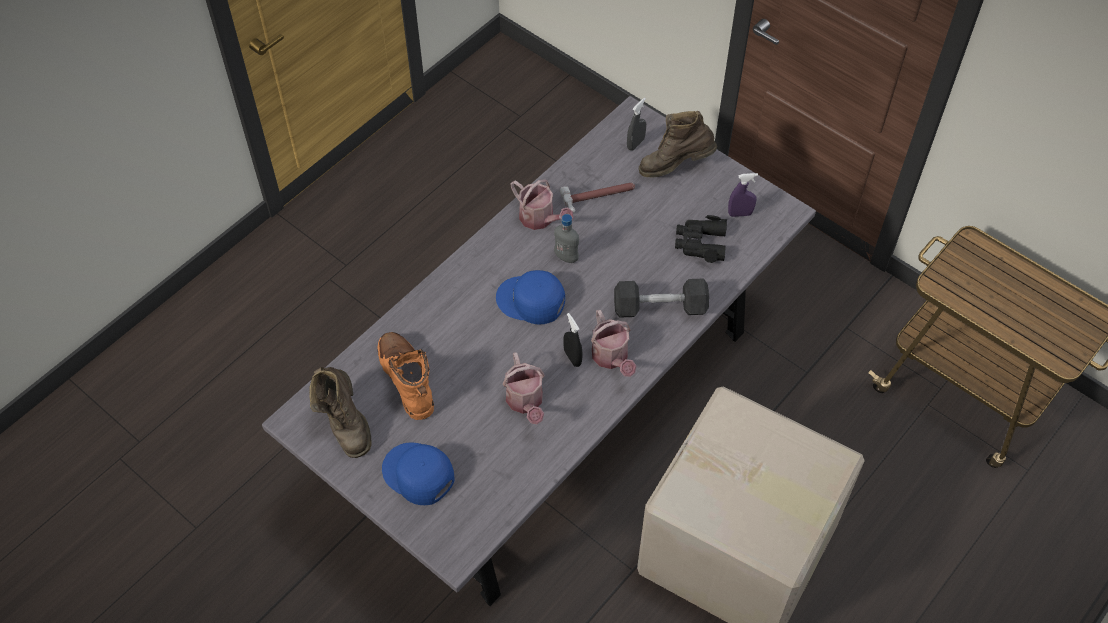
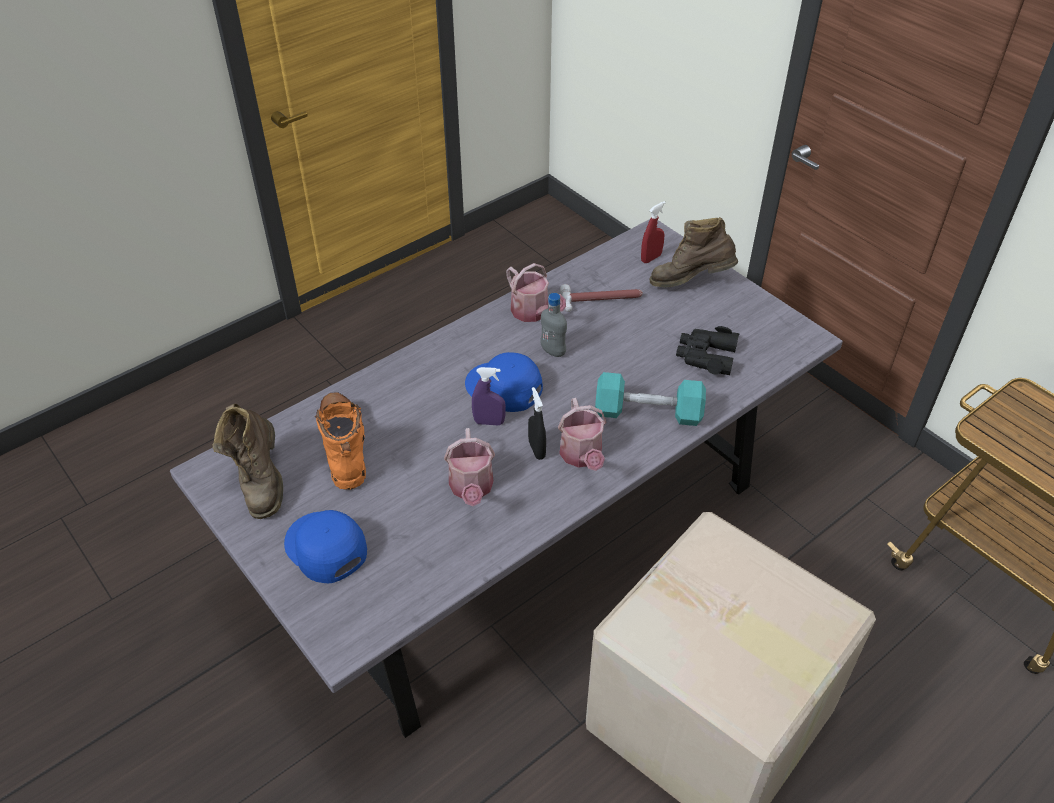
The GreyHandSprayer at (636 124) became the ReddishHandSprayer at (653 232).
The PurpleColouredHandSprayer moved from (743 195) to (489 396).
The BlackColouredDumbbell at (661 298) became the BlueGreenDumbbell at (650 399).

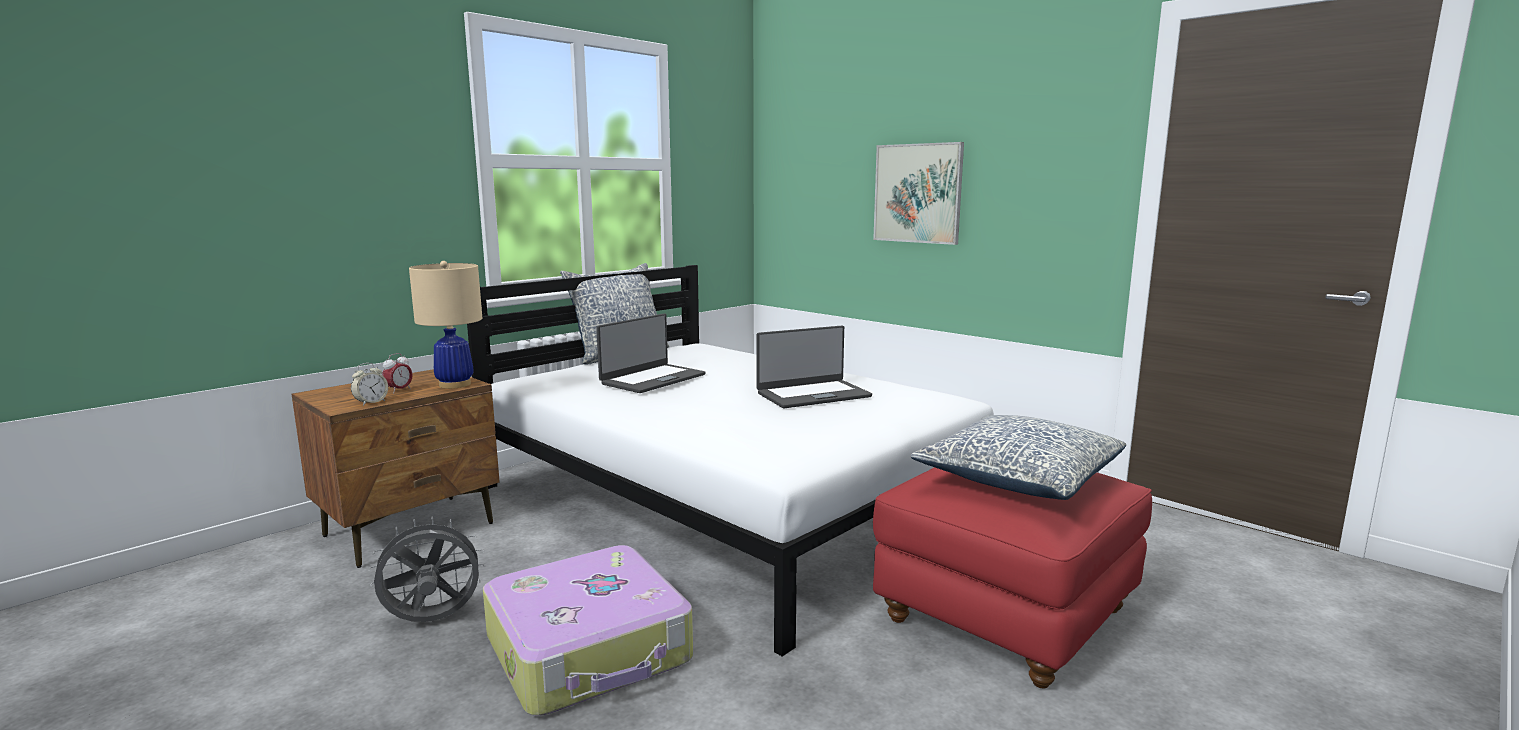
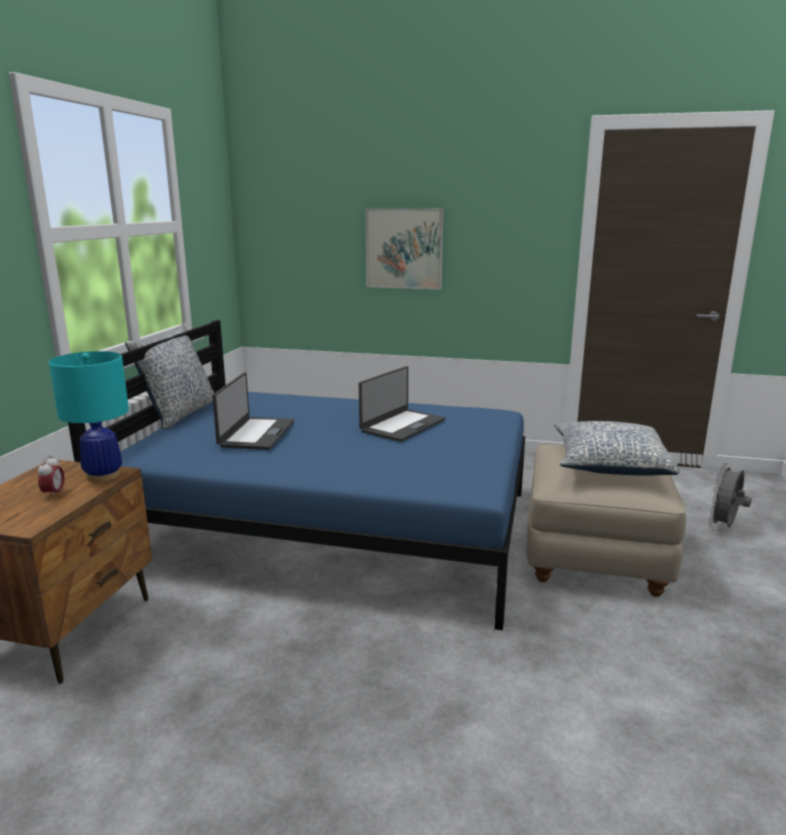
The BeigeTableLamp at (445 325) became the BlueGreenTableLamp at (89 416).
The WhitishSleepingBed at (730 460) became the BluishSleepingBed at (296 475).
The BedsideClock at (369 384) disappeared.
The ReddishFootrest at (1012 578) became the BeigeFootrest at (606 520).
The GreyFan moved from (426 569) to (730 495).
The Suitcase at (588 630) disappeared.

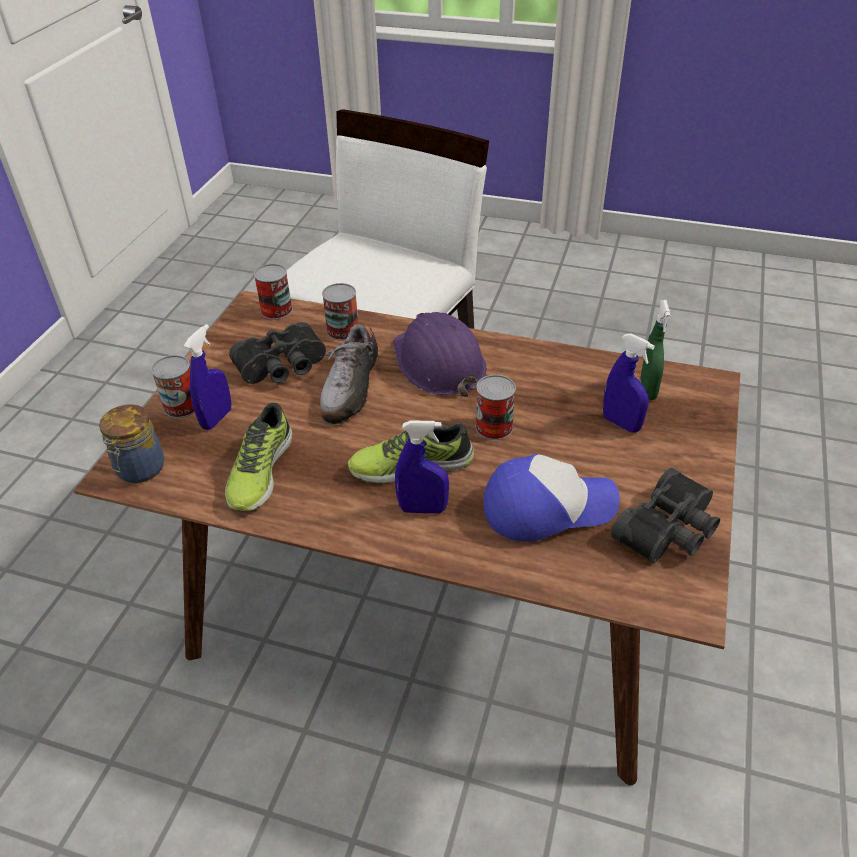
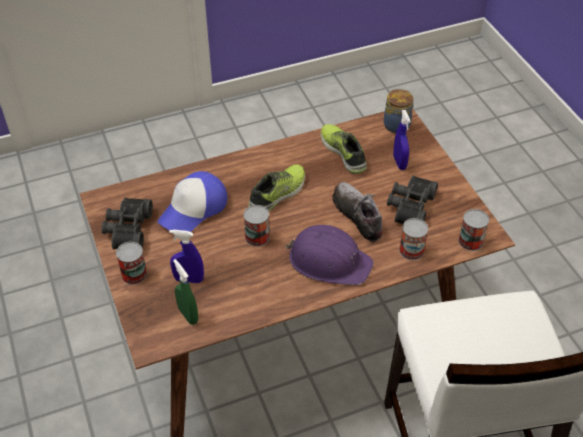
The Can moved from (173 386) to (131 263).
The BluishHandSprayer at (422 467) disappeared.

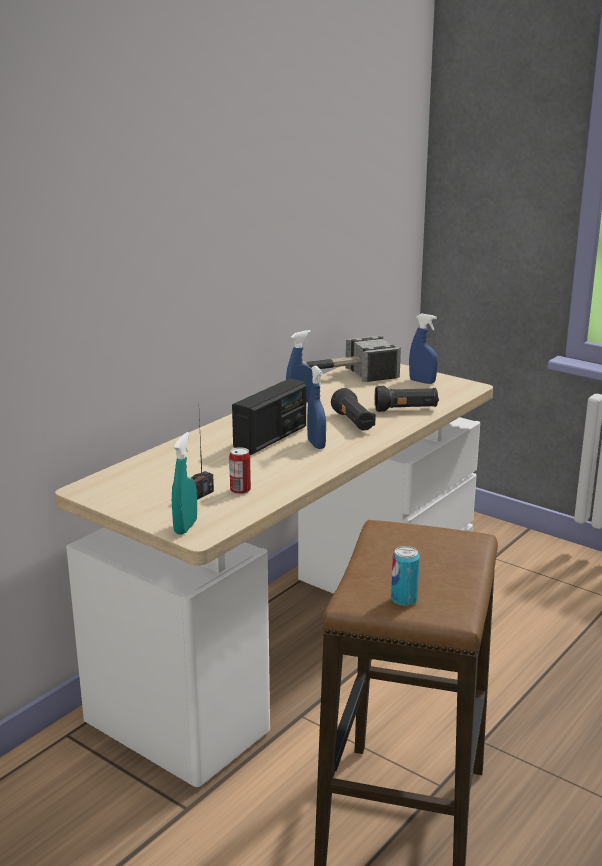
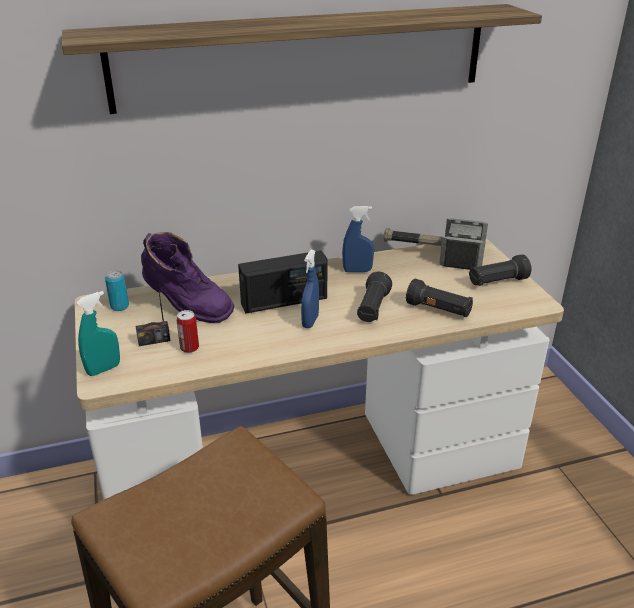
The BluishHandSprayer at (423 348) was replaced by the BlackColouredFlashlight at (500 270).
The Can moved from (405 576) to (117 290).
The BracketShelf at (302 59) appeared.
The PurpleColouredTallBoot at (187 277) appeared.

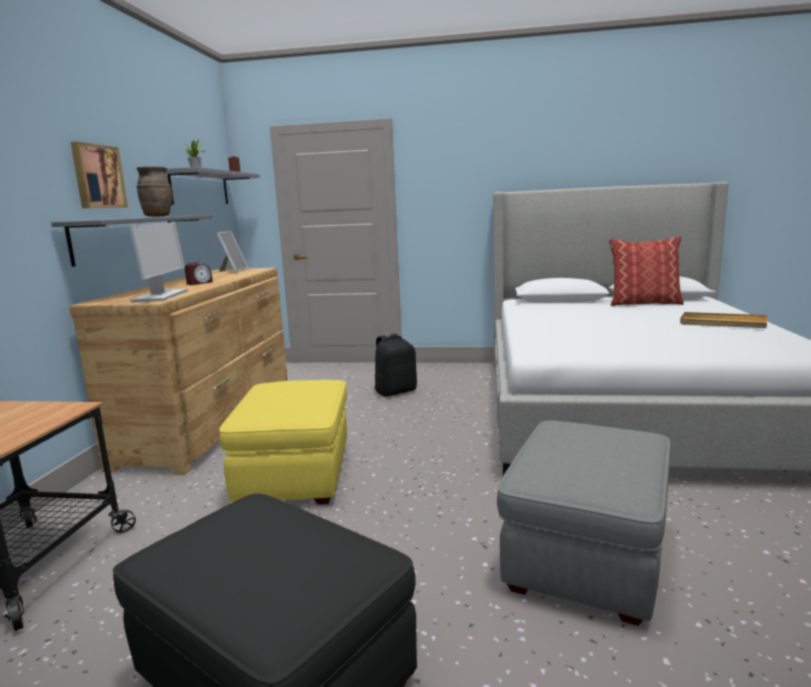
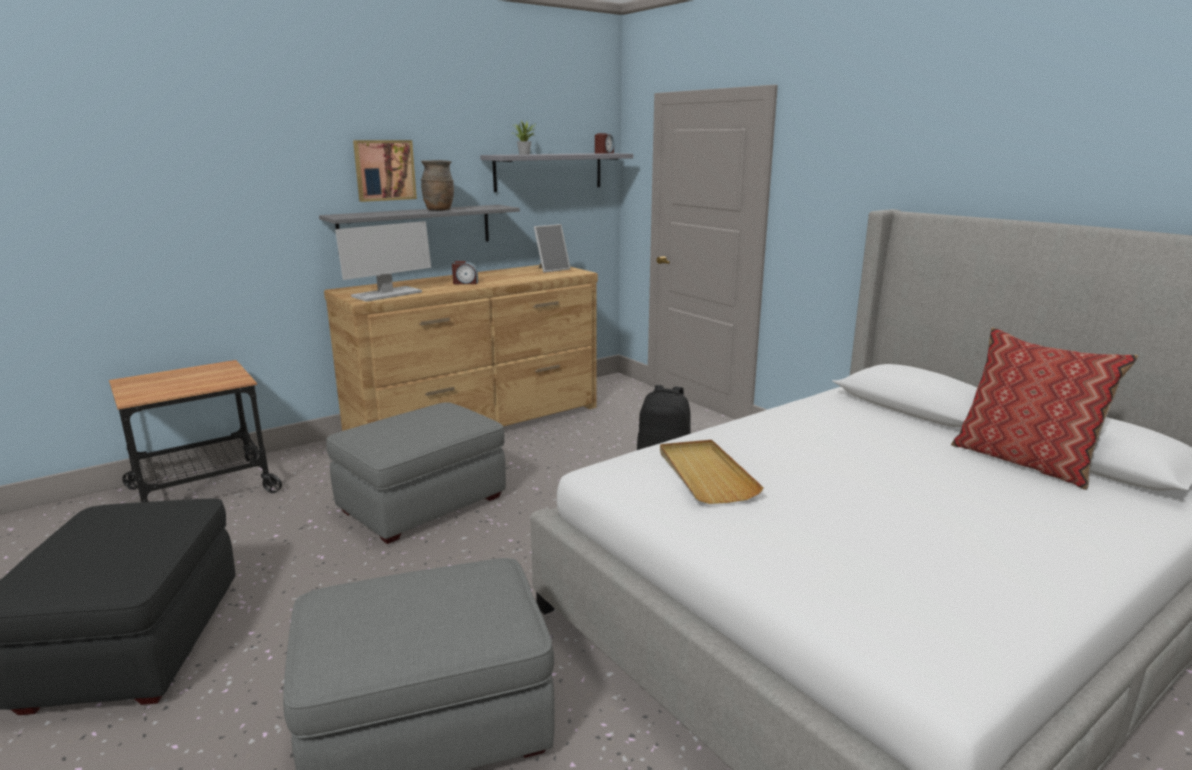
The BeigeTray moved from (723 320) to (712 472).
The YellowishFootrest at (283 442) became the GreyFootrest at (416 473).

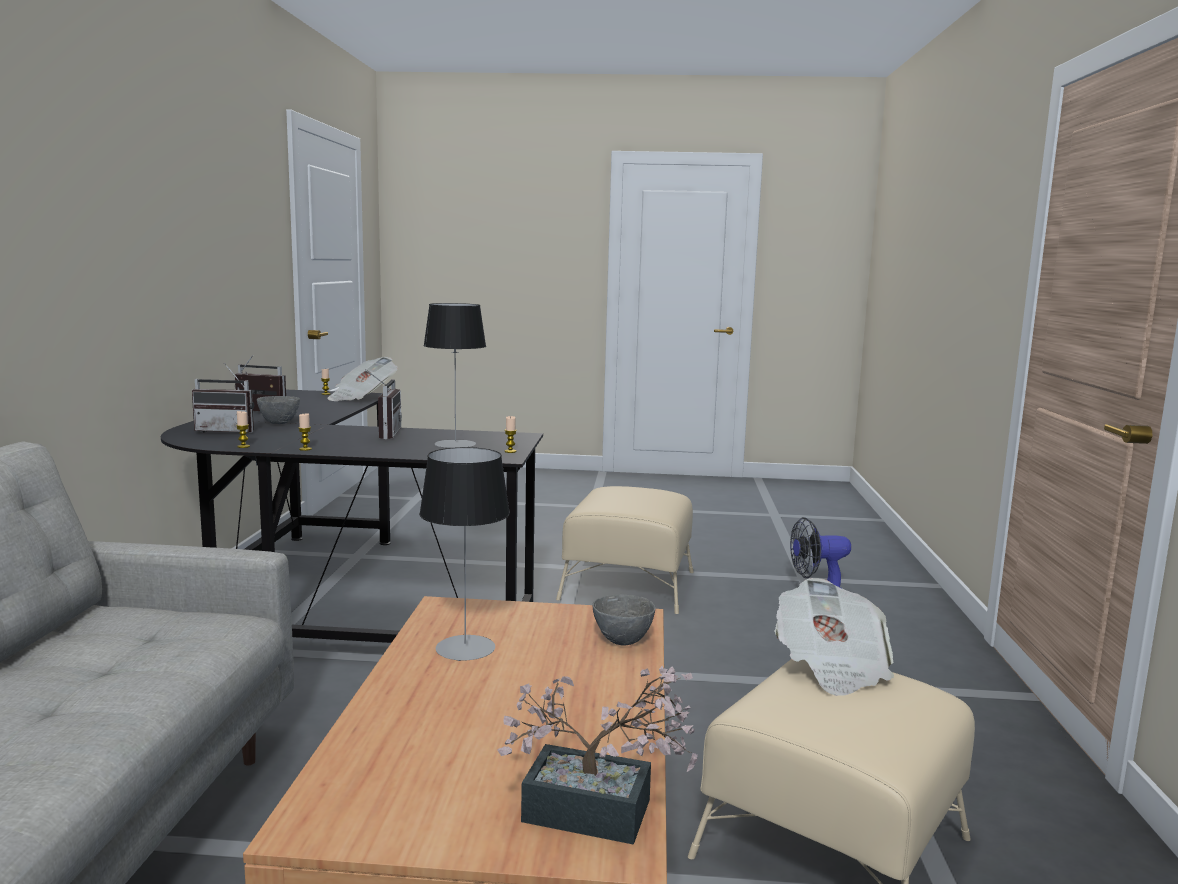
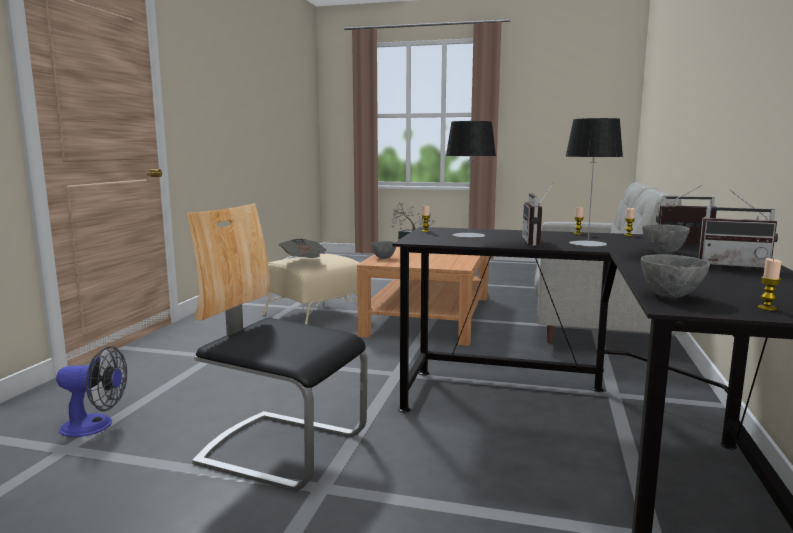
The Newspaper at (362 379) was replaced by the GreyBowl at (675 276).
The TableLamp moved from (464 554) to (594 182).
The BeigeFootrest at (625 550) was replaced by the UprightChair at (277 347).

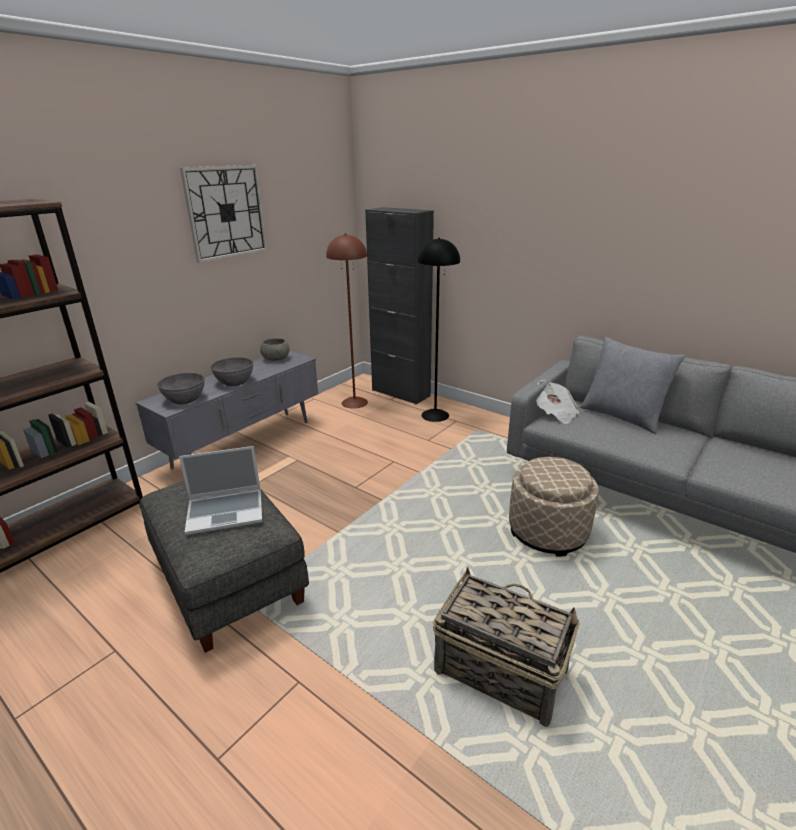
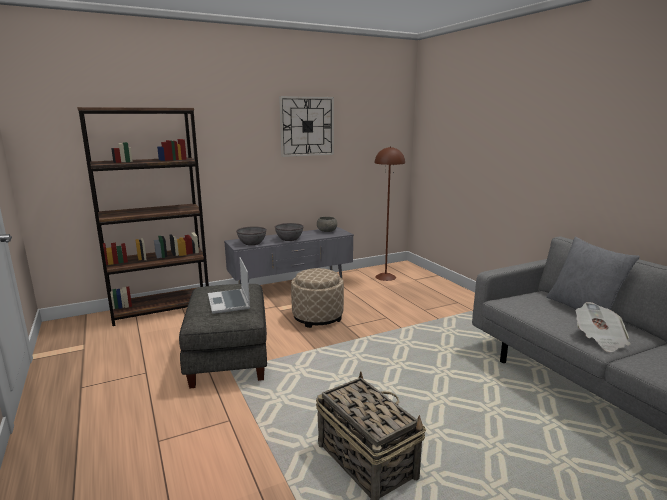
The BlackColouredCabinet at (399 306) disappeared.
The BlackColouredStandardLamp at (438 330) disappeared.
The Newspaper moved from (558 402) to (603 327).
The Laptop at (220 490) turned 60 degrees clockwise.
The BeigeFootrest moved from (554 507) to (317 298).

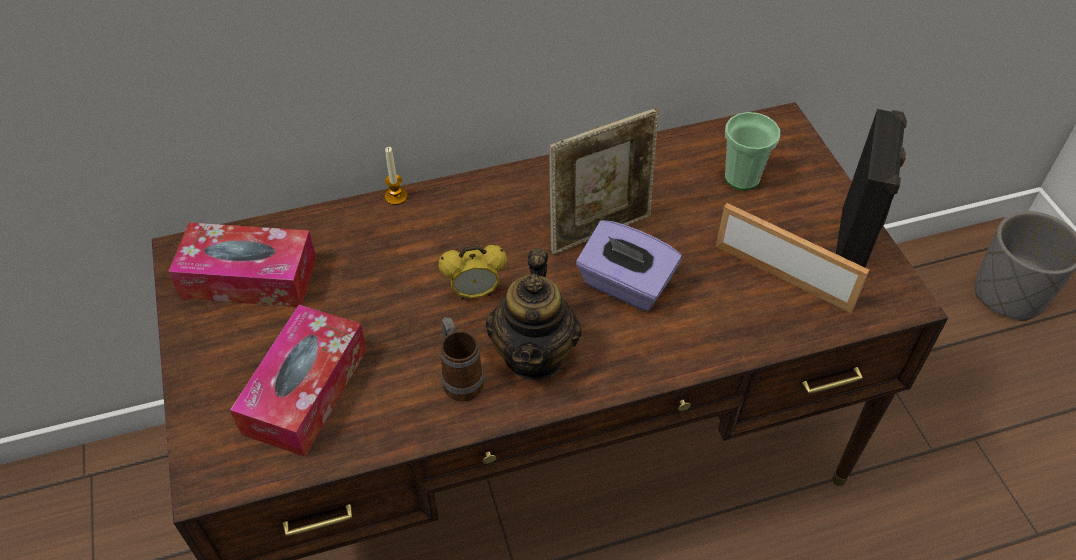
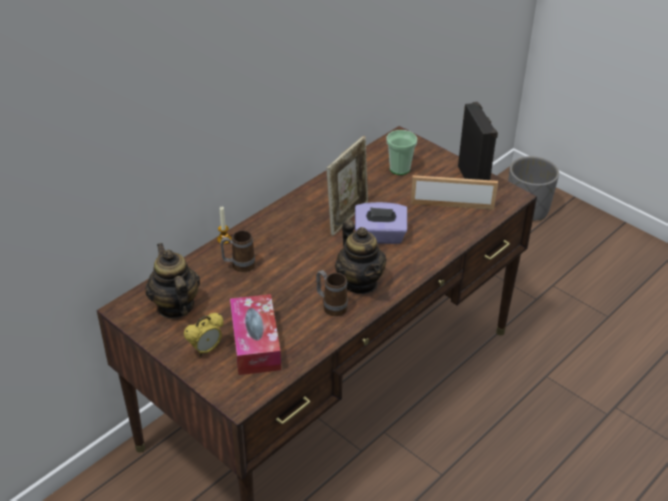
The TissueBox at (242 264) was replaced by the TeaPot at (172 281).
The BedsideClock moved from (472 272) to (204 334).
The TeaMug at (237 251) appeared.

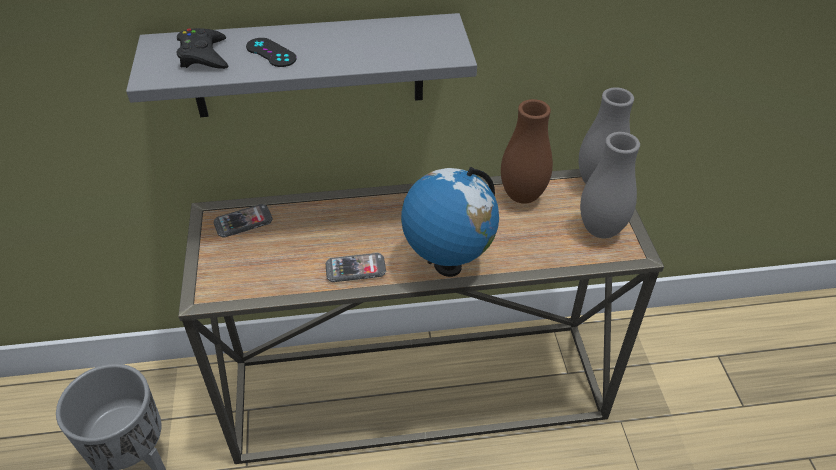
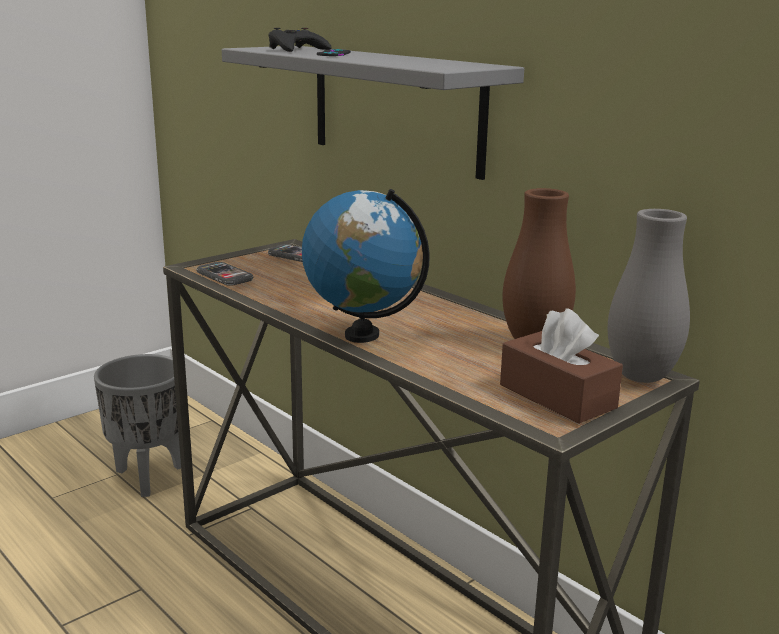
The GreyDecorativeVase at (610 185) was replaced by the BrownishTissueBox at (561 366).
The Phone moved from (356 267) to (224 274).

